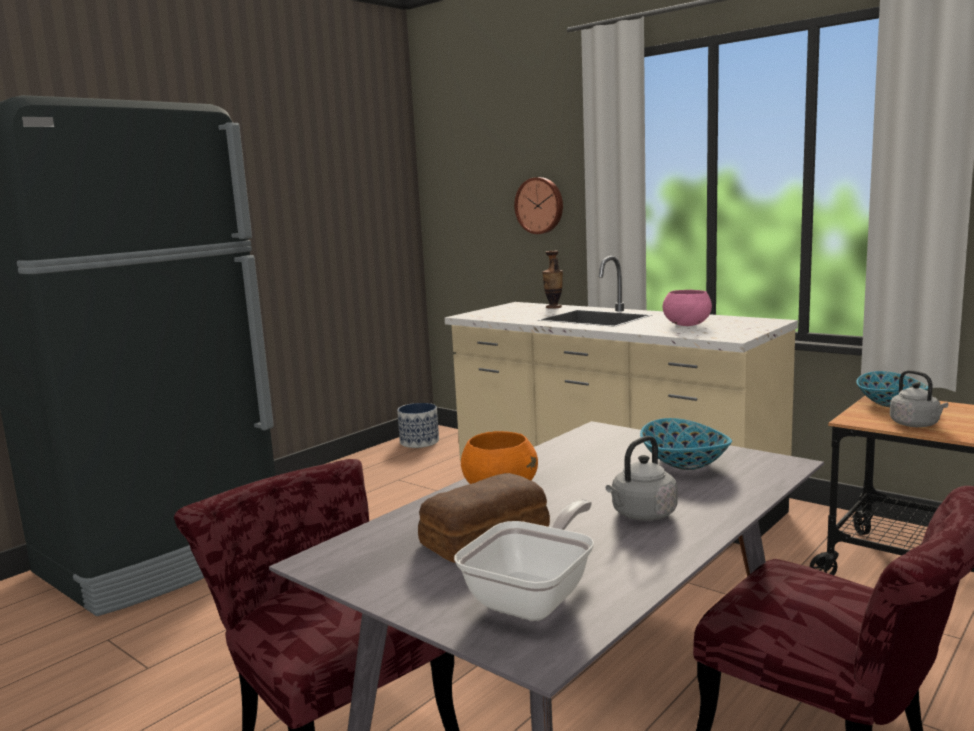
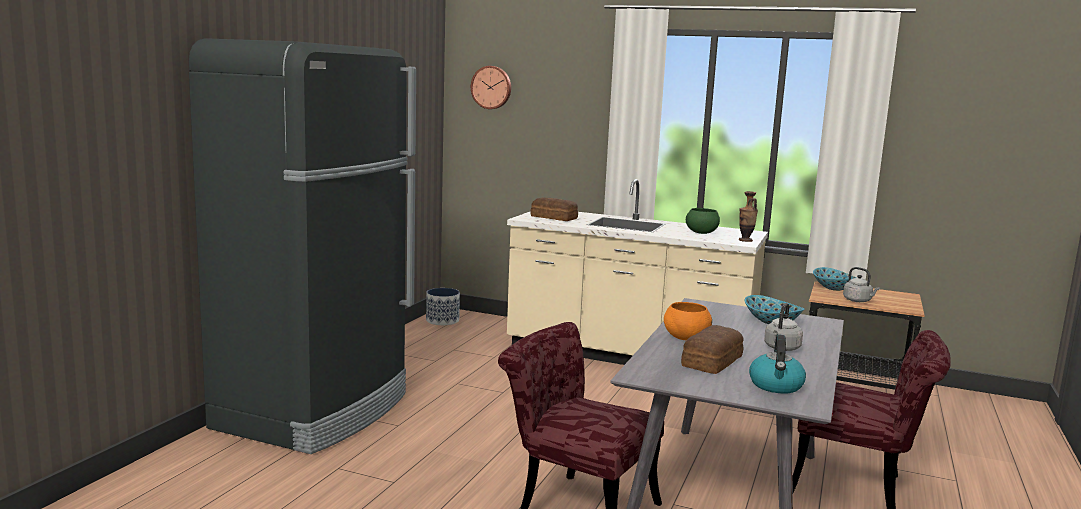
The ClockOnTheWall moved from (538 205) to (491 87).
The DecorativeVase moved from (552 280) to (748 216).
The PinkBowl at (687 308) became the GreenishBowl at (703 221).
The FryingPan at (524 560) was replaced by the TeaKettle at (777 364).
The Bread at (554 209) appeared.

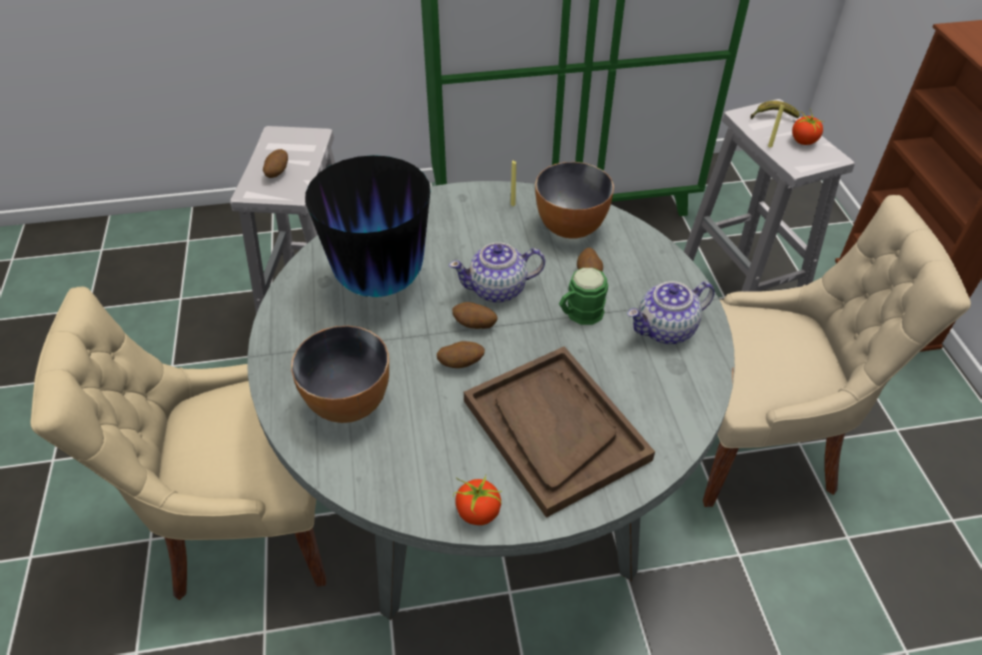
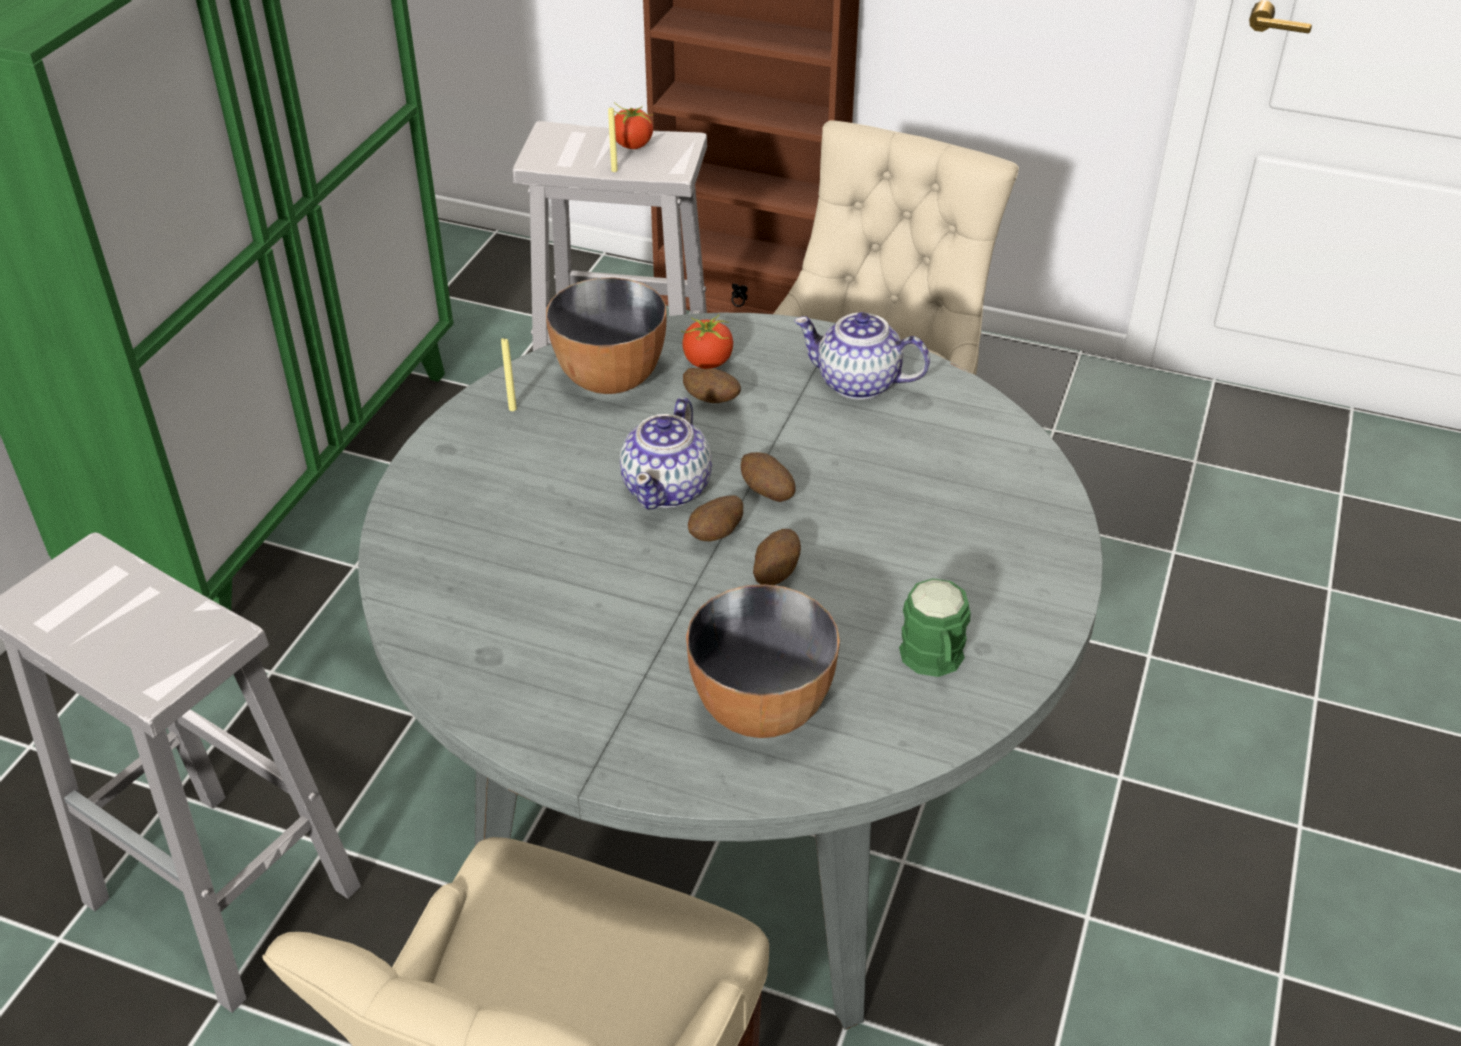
The WholeBanana at (775 110) disappeared.
The Potato moved from (275 163) to (768 477).
The DecorativeVase at (367 226) disappeared.
The GreenishTeaMug moved from (583 296) to (935 627).
The TeaPot at (671 312) turned 105 degrees clockwise.
The BrownishTray at (559 432) disappeared.
The WholeTomato moved from (477 500) to (707 341).

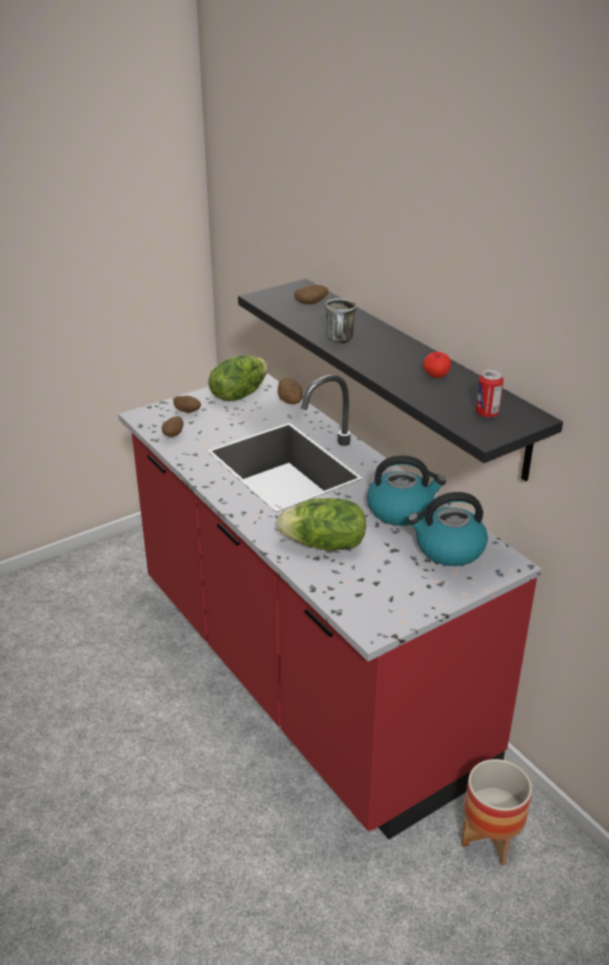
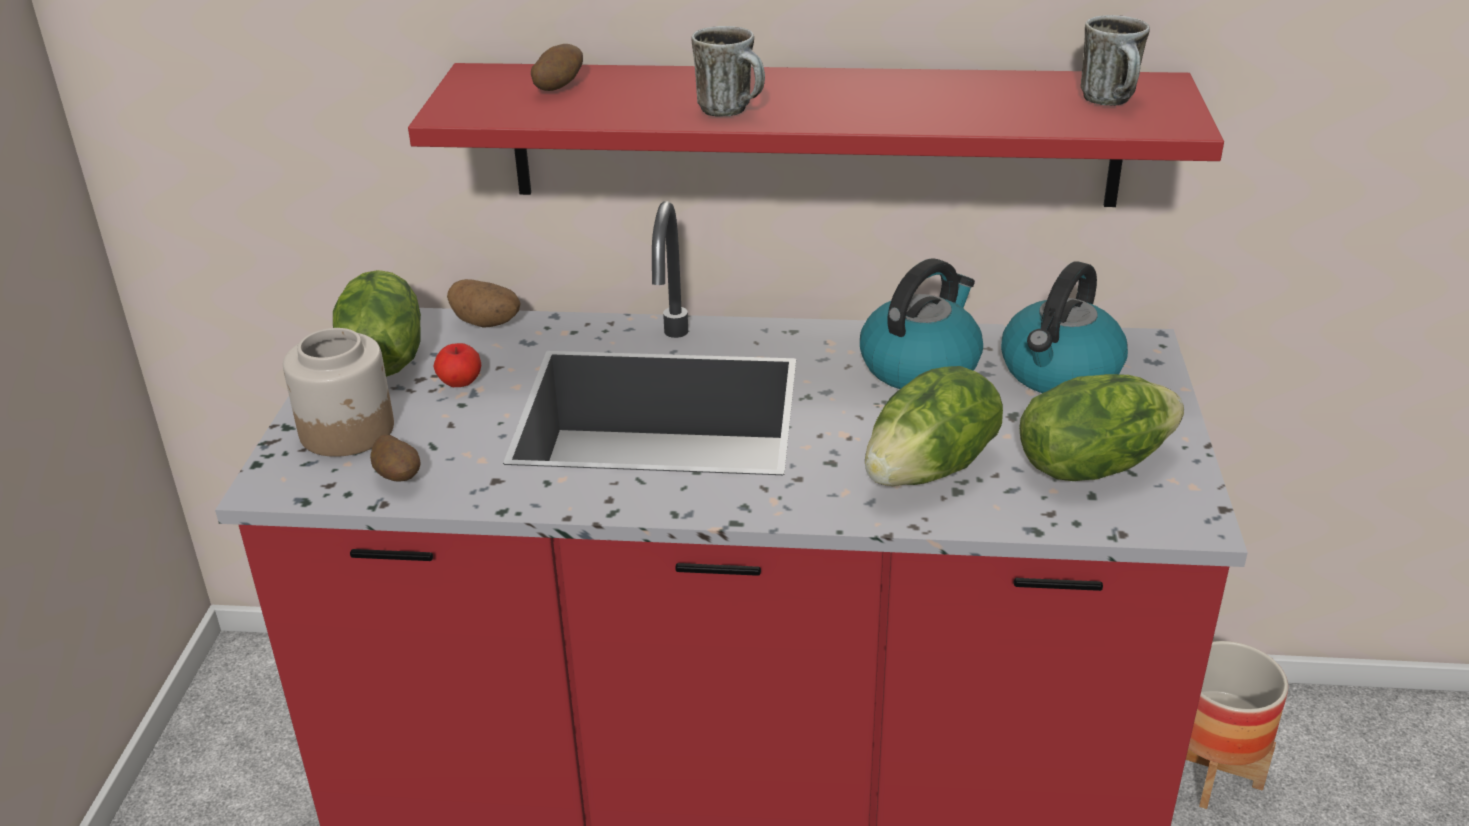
The BlackColouredBracketShelf at (400 380) became the ReddishBracketShelf at (816 135).
The WholeApple moved from (437 365) to (457 365).
The Can at (490 394) was replaced by the TeaMug at (1115 60).
The Potato at (187 404) was replaced by the StorageJar at (338 392).
The LettuceHead at (1101 427) appeared.

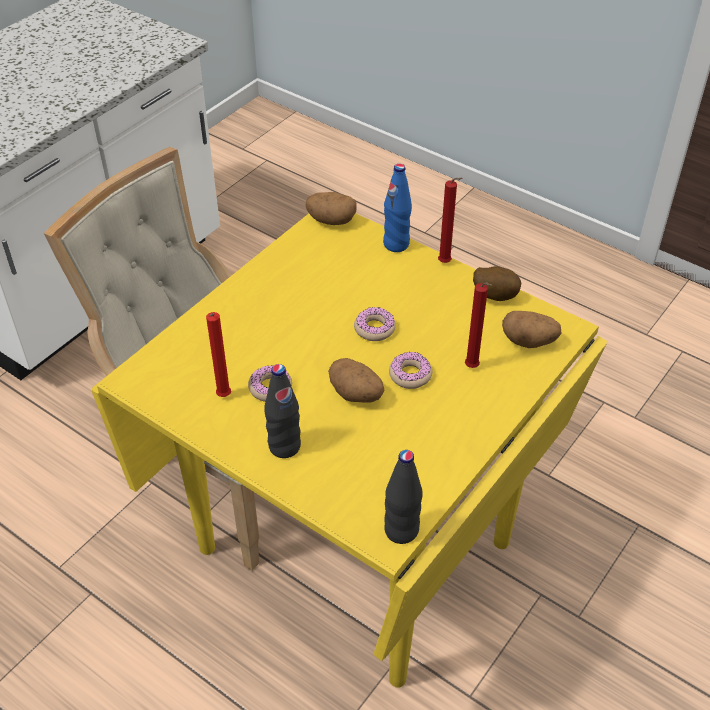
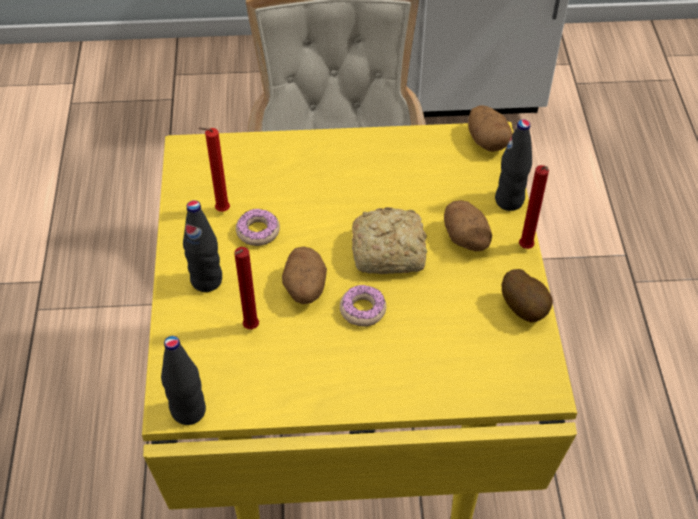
The BluishBeverageBottle at (397 208) became the BlackColouredBeverageBottle at (513 165).
The ReddishWaxLight moved from (478 325) to (246 288).
The Doughnut at (375 324) was replaced by the Bread at (389 240).
The Potato moved from (532 329) to (468 225).

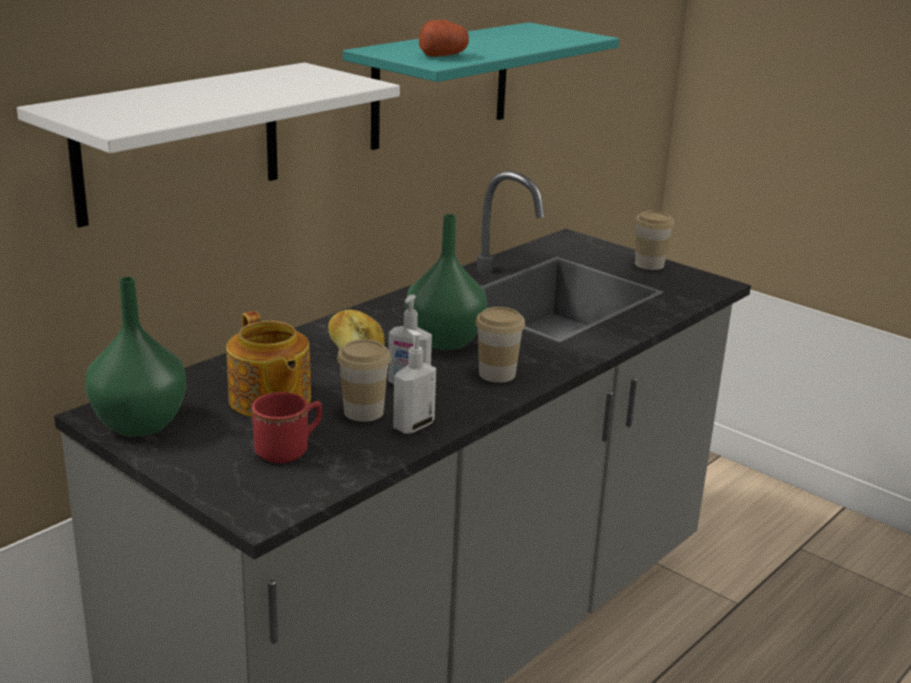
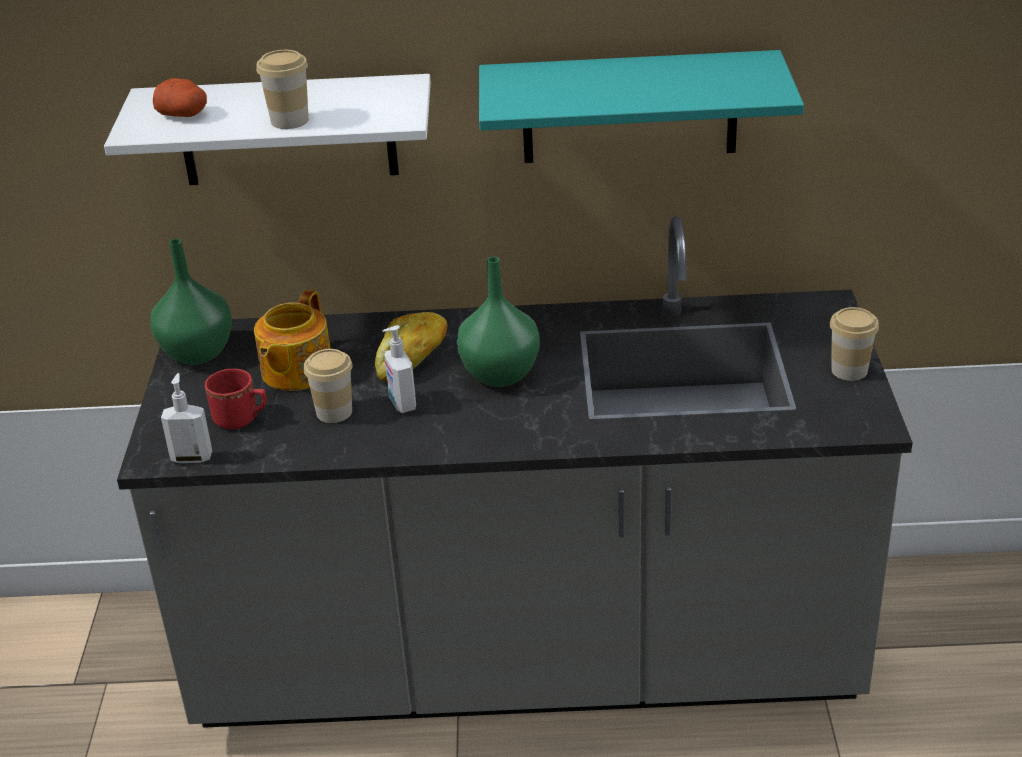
The Potato moved from (444 38) to (180 97).
The SmallCup moved from (500 345) to (282 89).
The LiquidSoapBottle moved from (414 381) to (186 418).

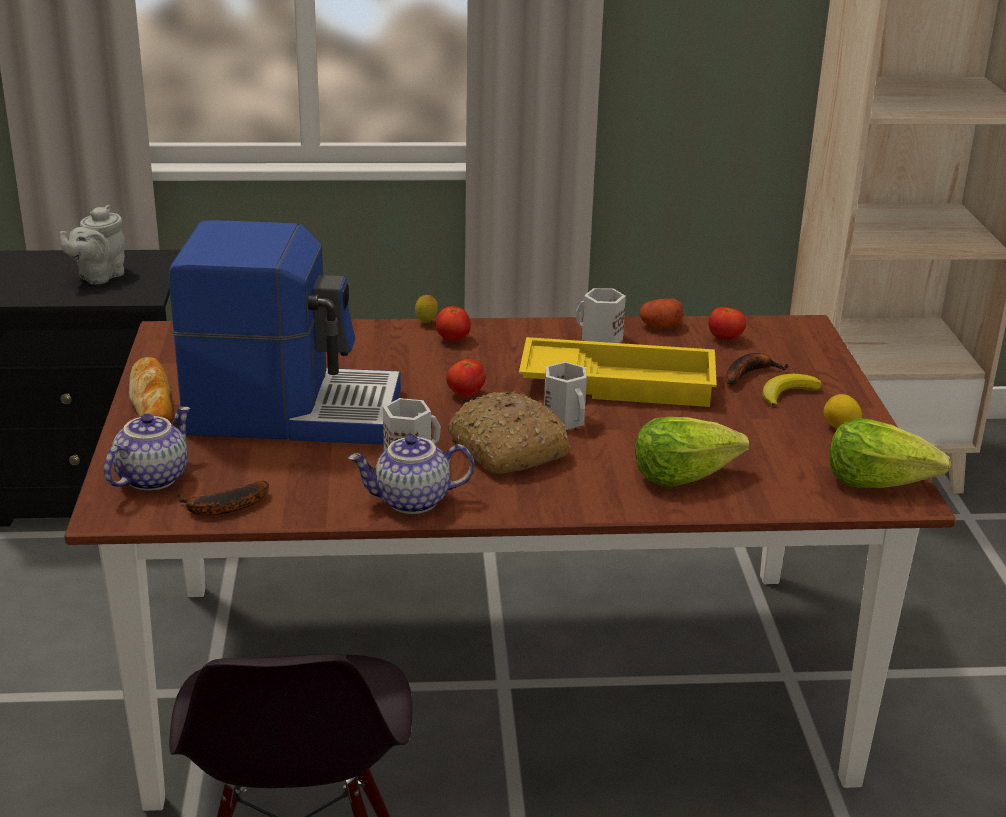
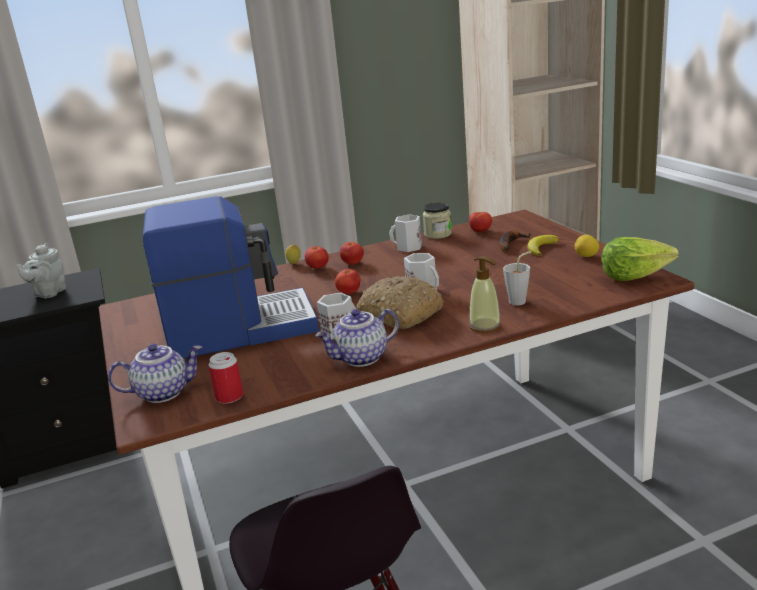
The Potato at (661 314) was replaced by the StorageJar at (437 221).
The YellowishTray at (618 372) disappeared.
The Bread at (151 390) disappeared.
The TeaPot at (147 449) turned 60 degrees clockwise.
The LettuceHead at (692 452) was replaced by the GreySmallCup at (517 278).
The WholeBanana at (223 498) was replaced by the Can at (225 377).
The WholeTomato at (352 253) appeared.
The LiquidSoapBottle at (485 294) appeared.

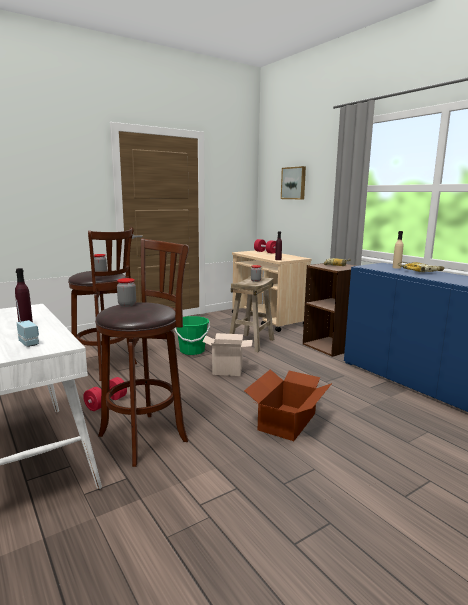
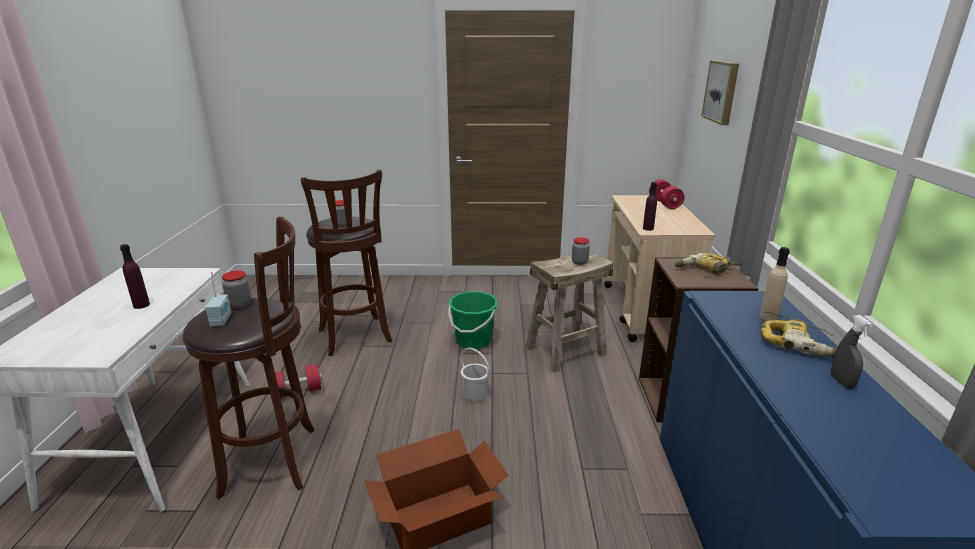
The Radio moved from (27 323) to (218 299).
The PackingBox at (227 354) was replaced by the WhitishBucket at (475 374).
The GreyHandSprayer at (852 352) appeared.

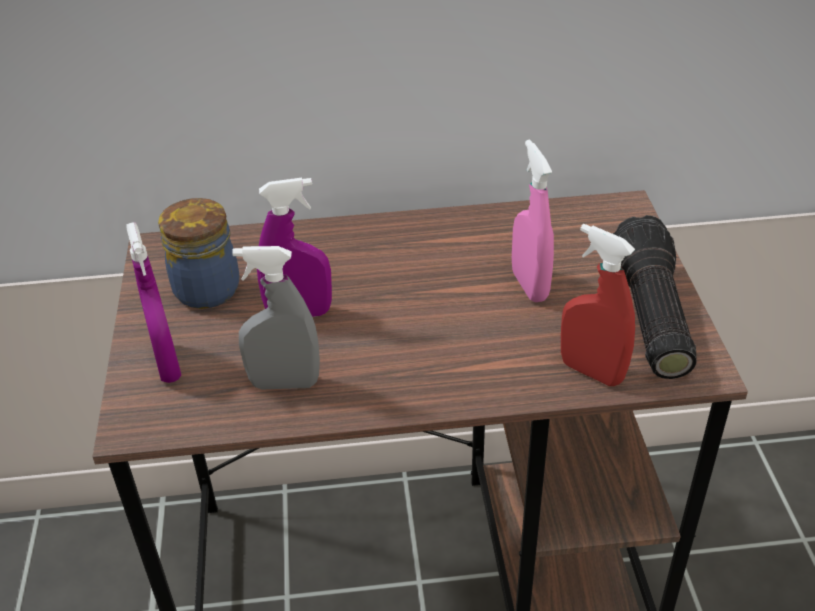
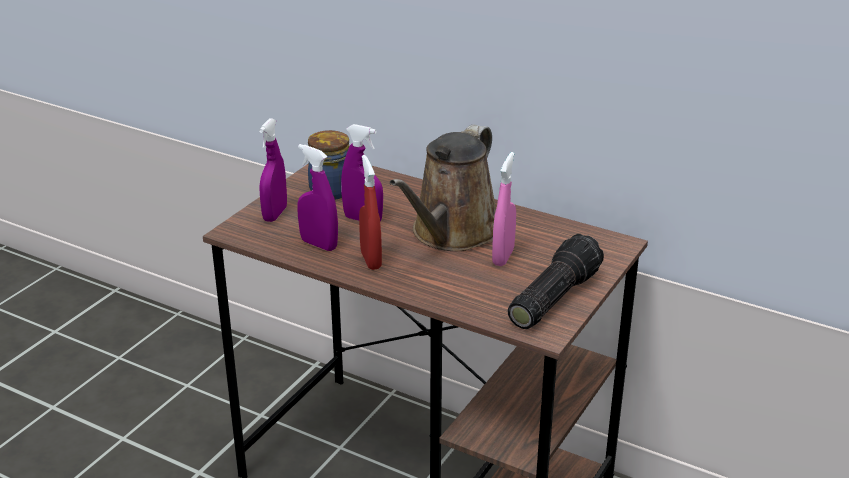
The ReddishHandSprayer moved from (598 305) to (370 212).
The GreyHandSprayer at (276 317) became the PurpleColouredHandSprayer at (317 197).
The BrownishWateringPot at (443 188) appeared.

